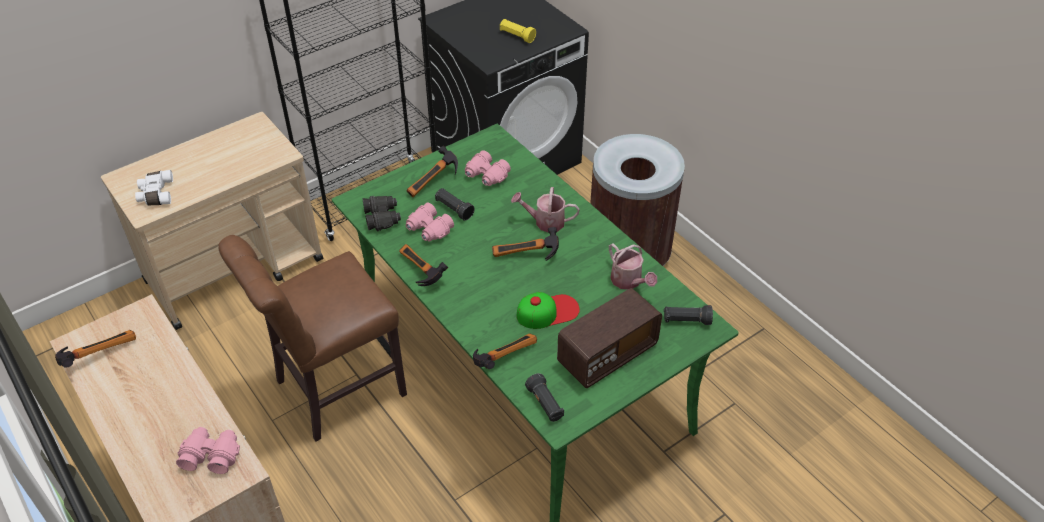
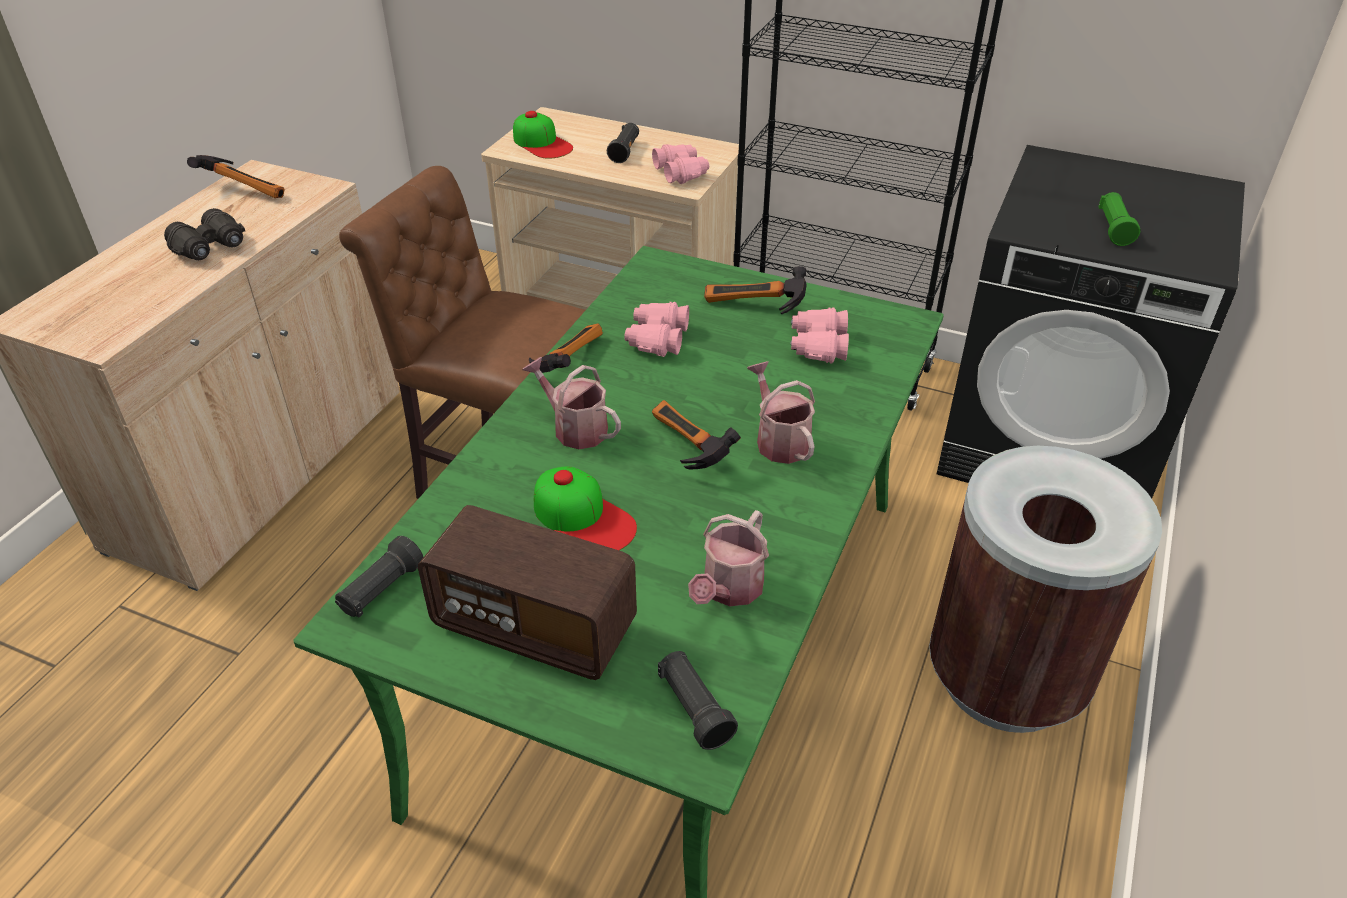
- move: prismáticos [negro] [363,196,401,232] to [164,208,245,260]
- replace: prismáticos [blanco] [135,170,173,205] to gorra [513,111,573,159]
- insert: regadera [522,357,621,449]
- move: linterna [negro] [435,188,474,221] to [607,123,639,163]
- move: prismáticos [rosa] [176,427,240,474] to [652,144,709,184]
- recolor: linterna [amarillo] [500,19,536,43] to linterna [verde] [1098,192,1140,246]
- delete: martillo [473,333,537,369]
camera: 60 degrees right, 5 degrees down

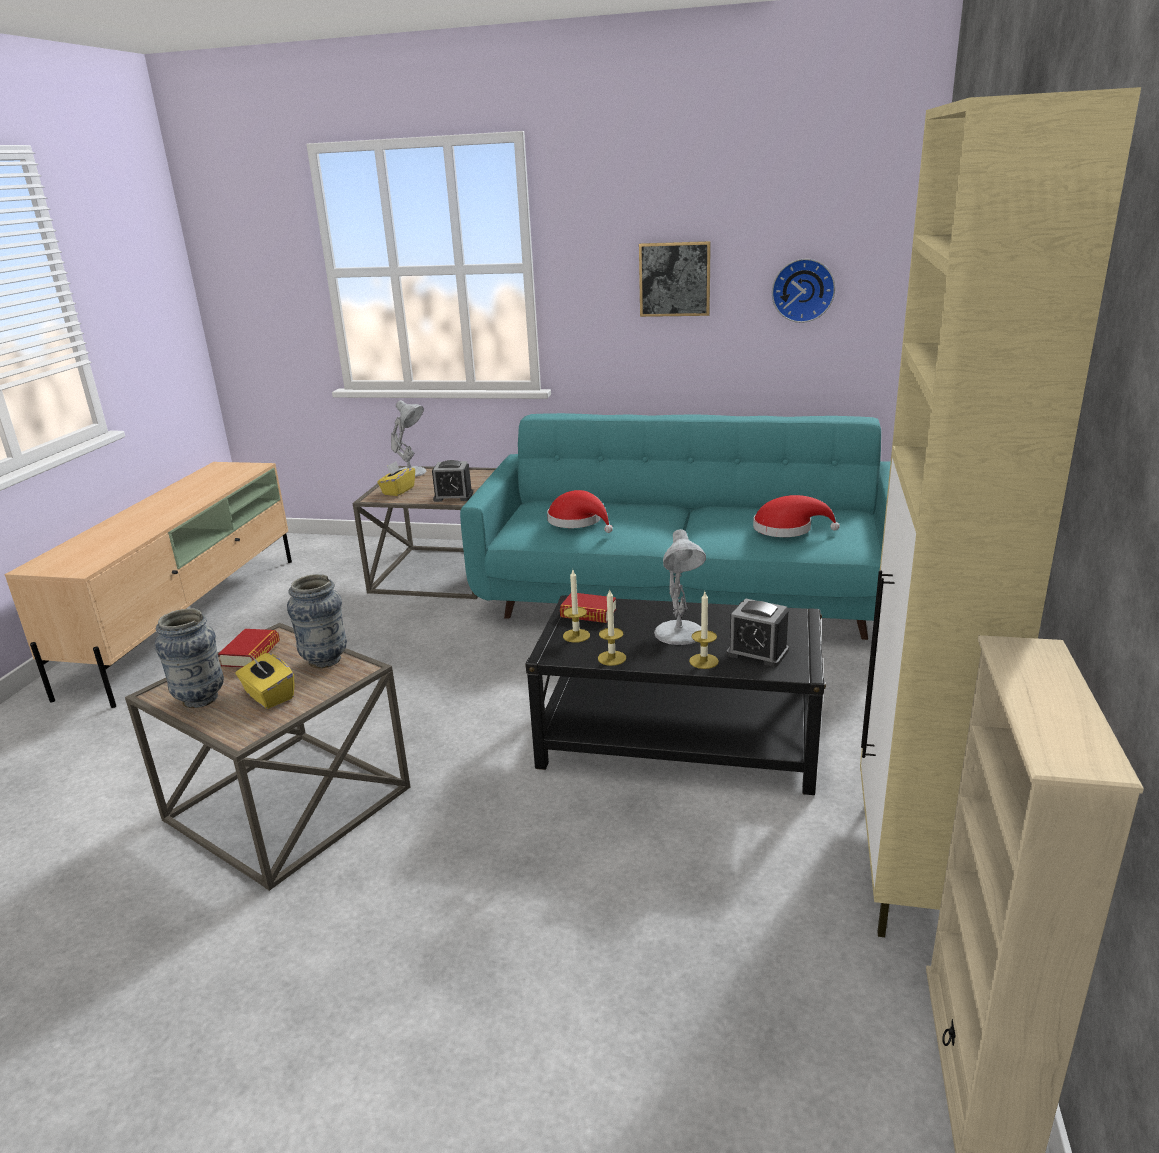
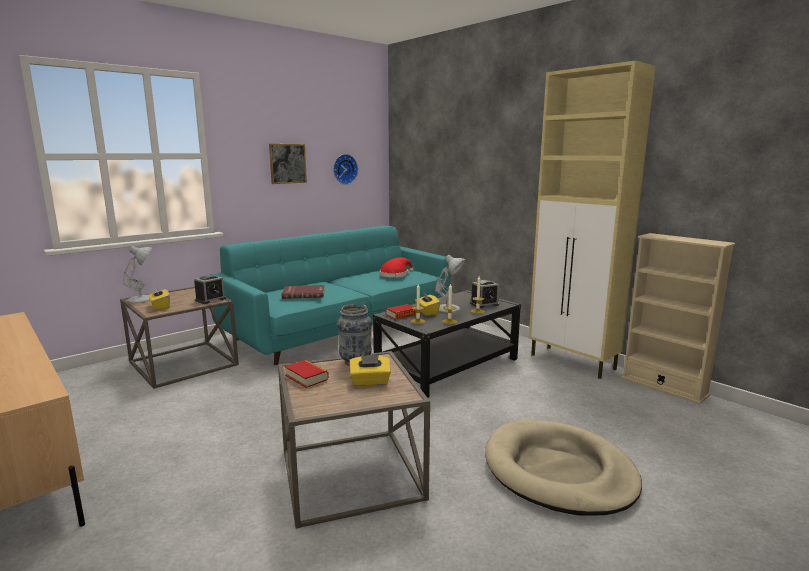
- replace: sombrero [rojo] [547,490,613,533] to libro [rojo] [282,285,325,299]
- insert: caja de pañuelos [amarillo] [415,292,440,316]
- insert: cama para perro [beis] [485,420,642,516]
- delete: florero [155,609,224,708]
camera: 55 degrees left, 10 degrees down

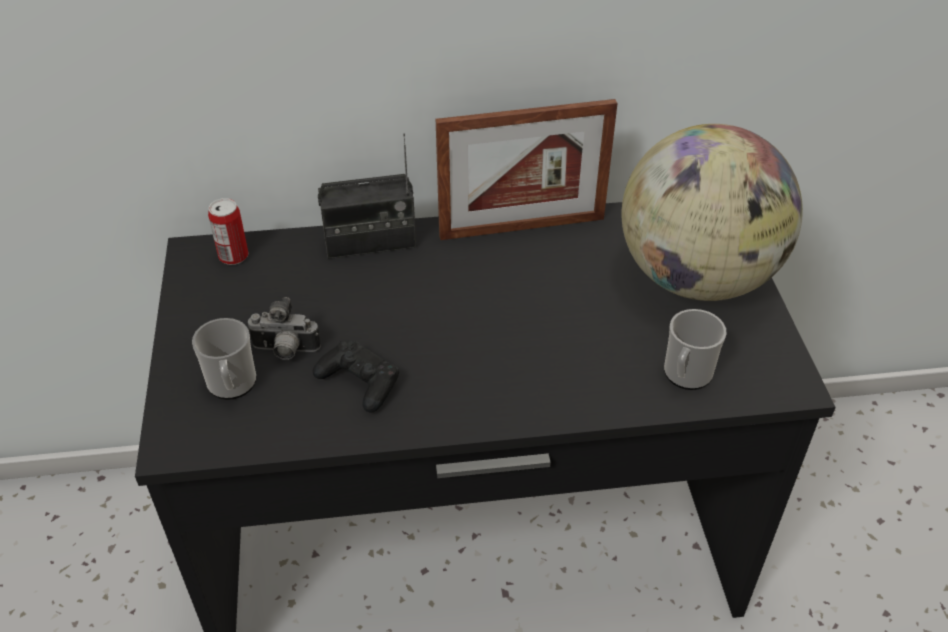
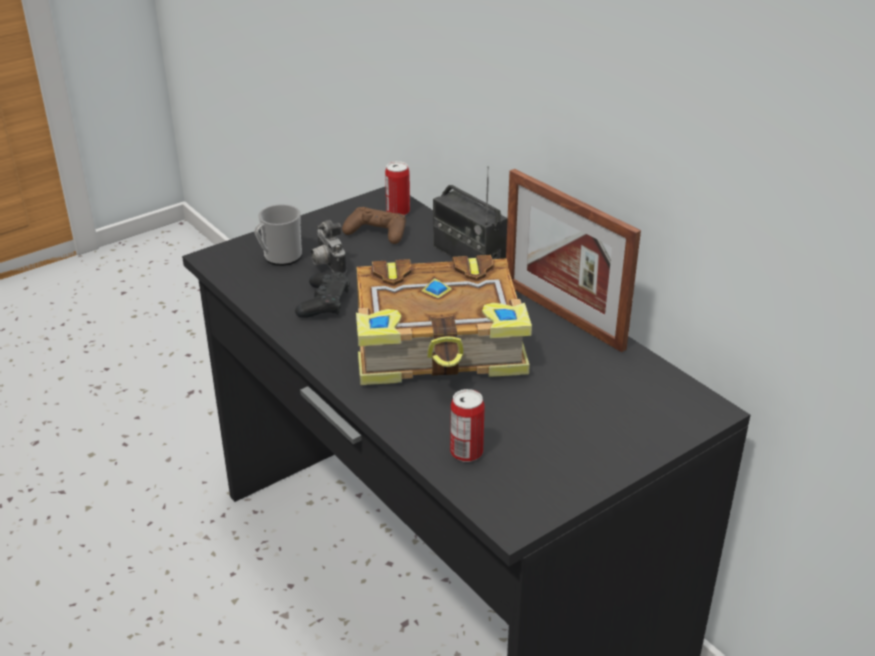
- insert: mando de consola [marrón] [342,207,406,244]
- insert: libro [356,255,532,385]
- replace: taza grande [664,309,726,390] to lata [450,389,485,462]
- delete: globo terráqueo [621,124,803,301]
camera: 60 degrees right, 10 degrees down

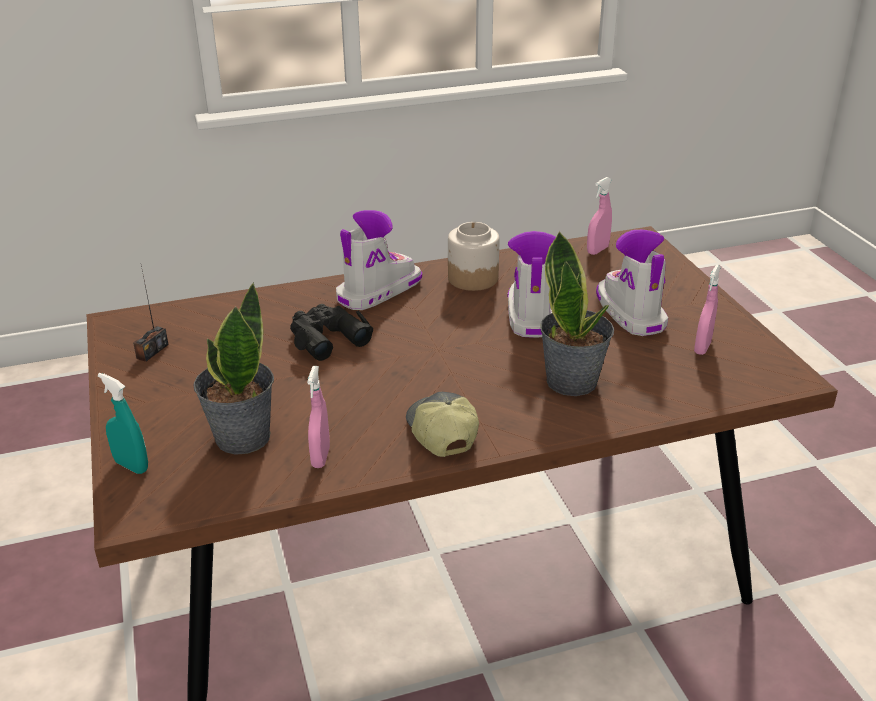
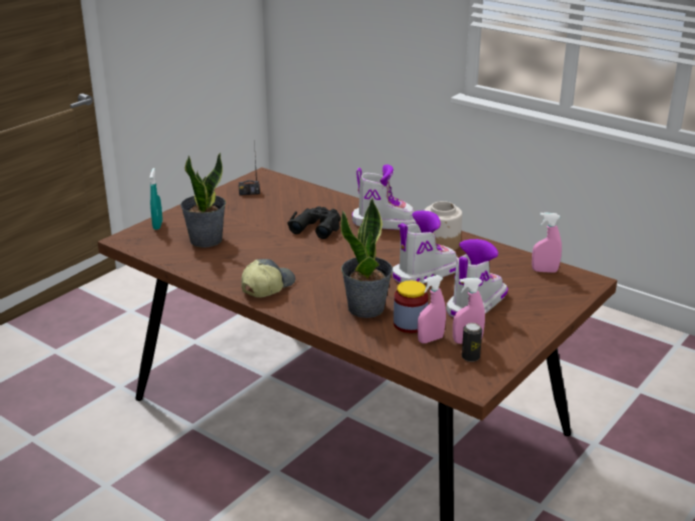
- insert: tarro [393,281,428,333]
- move: pulverizador [rosa] [307,366,330,468] to [417,275,446,343]
- insert: lata [462,323,482,362]
camera: 55 degrees right, 5 degrees down

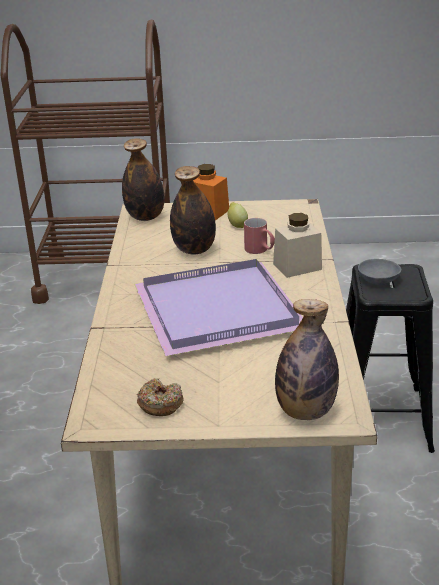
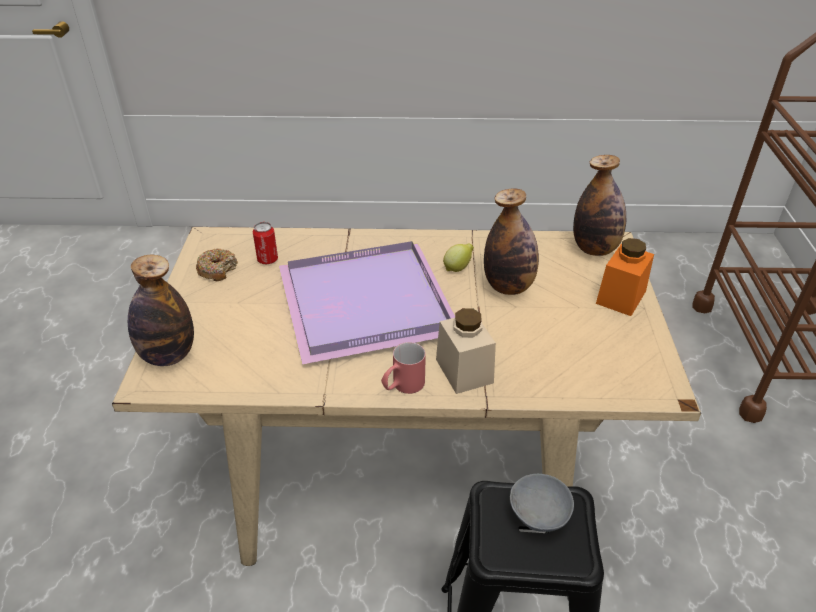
- insert: lata [253,222,278,264]
- move: taza grande [rojo] [244,218,275,254] to [381,342,426,394]
- move: limón [227,202,248,228] to [443,243,474,272]
camera: 90 degrees right, 10 degrees up

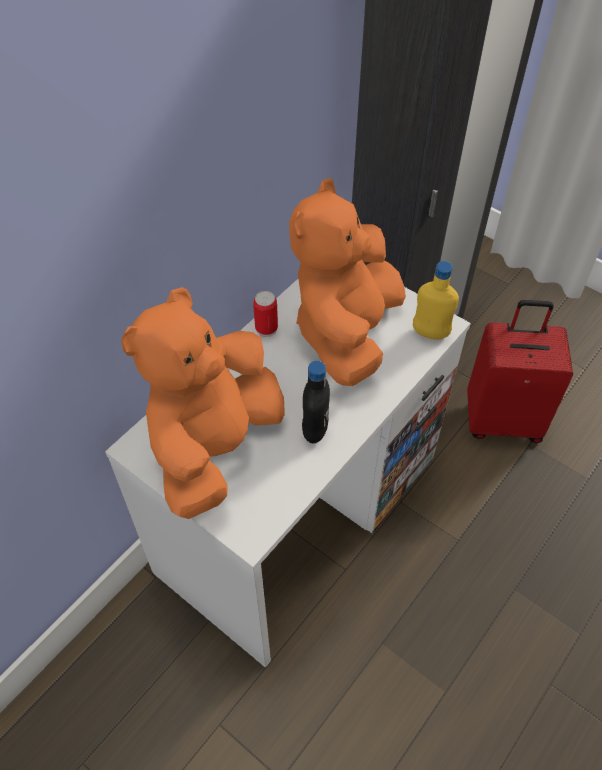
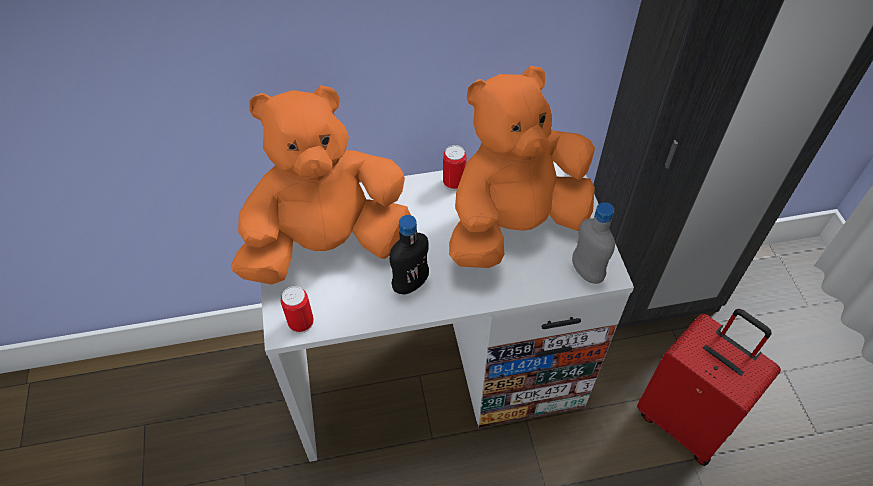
- insert: lata [281,286,314,333]
- recolor: botella [amarillo] [413,261,459,340] to botella [gris] [572,202,615,284]
camera: 40 degrees right, 0 degrees up

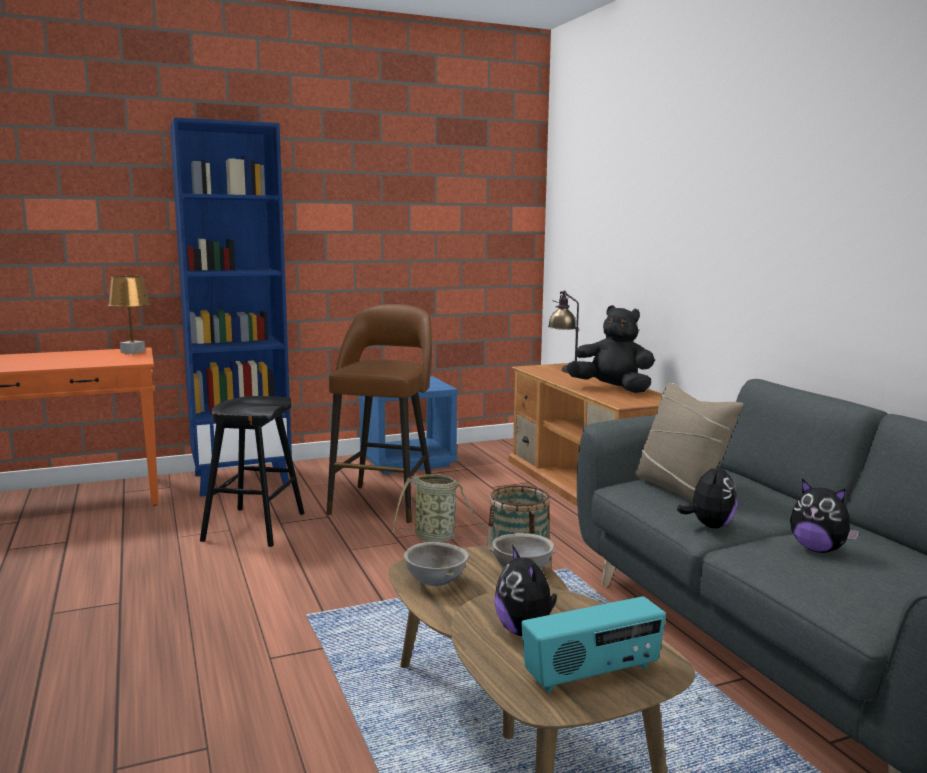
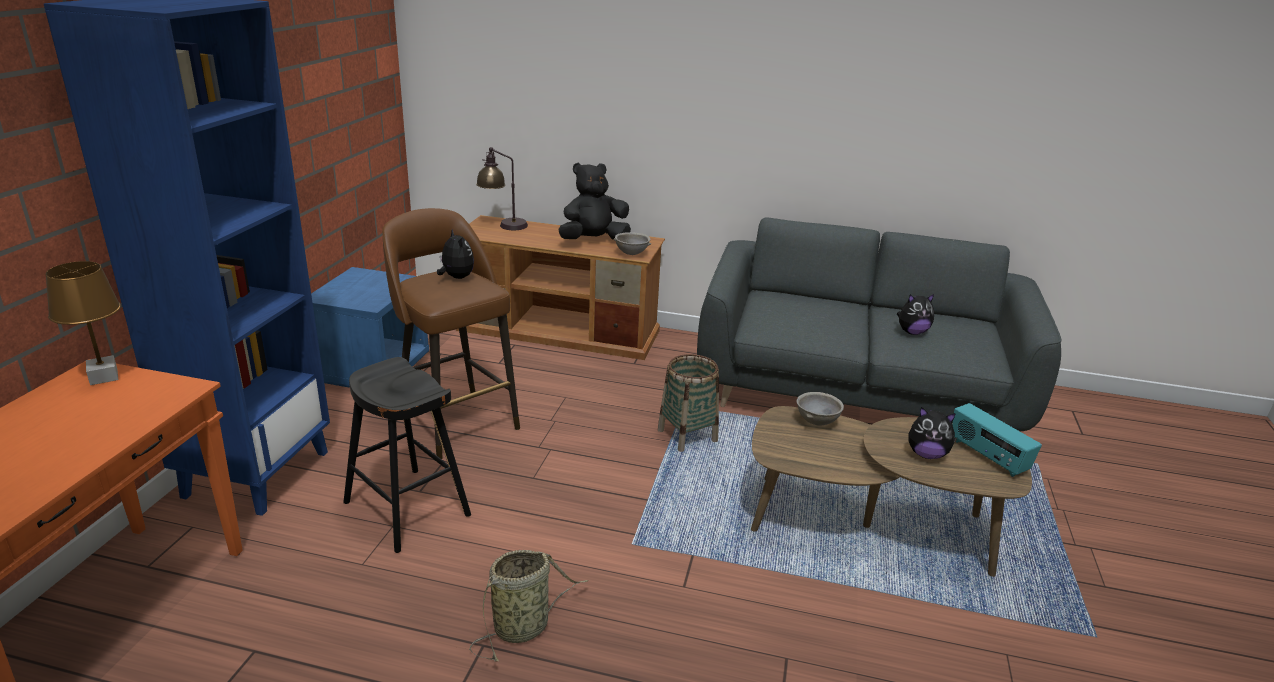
- move: peluche [677,460,737,528] to [437,228,474,279]
- move: cesta [391,474,488,542] to [469,550,588,662]
- move: cuenco [gris] [404,542,469,586] to [614,232,651,255]
- rotate: radio [521,596,666,693] = [952,403,1042,477] 135 degrees clockwise
- delete: cojín [beis] [634,382,744,503]
camera: 55 degrees left, 15 degrees up

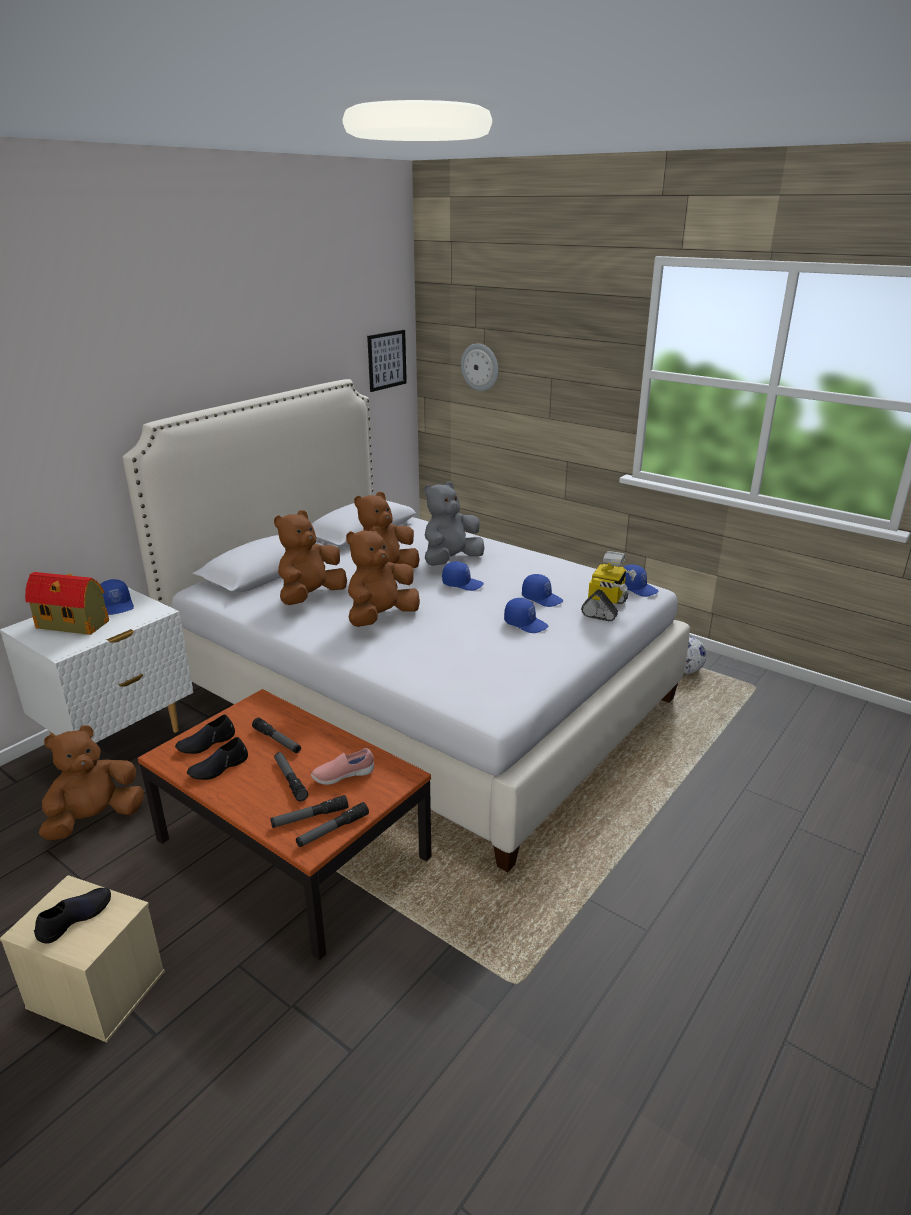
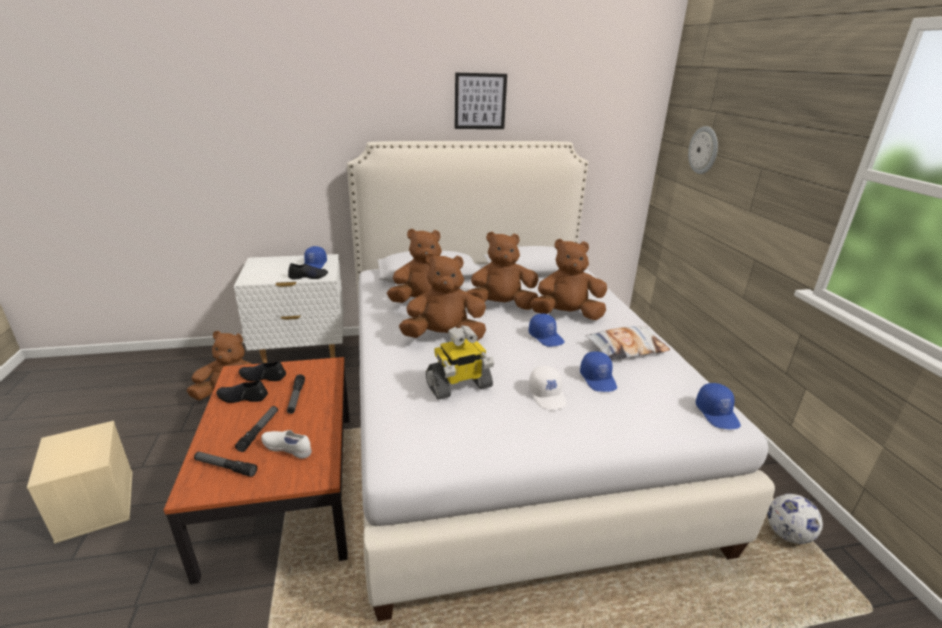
- recolor: zapato [rosa] [311,748,374,785] to zapato [blanco] [261,430,312,459]
- move: zapato [negro] [34,888,111,944] to [288,263,328,280]
- move: robot de juguete [581,551,636,622] to [426,325,494,400]
- move: cuadro [367,330,407,392] to [454,73,507,129]
- recolor: gorra [azul] [504,598,548,633] to gorra [blanco] [528,366,567,409]
- recolor: peluche [gris] [424,481,485,566] to peluche [marrón] [530,239,607,320]
- insert: cojín [585,326,670,360]
- delete: casita [25,572,109,635]
- delete: linterna [296,802,369,847]
camera: 40 degrees right, 0 degrees up

